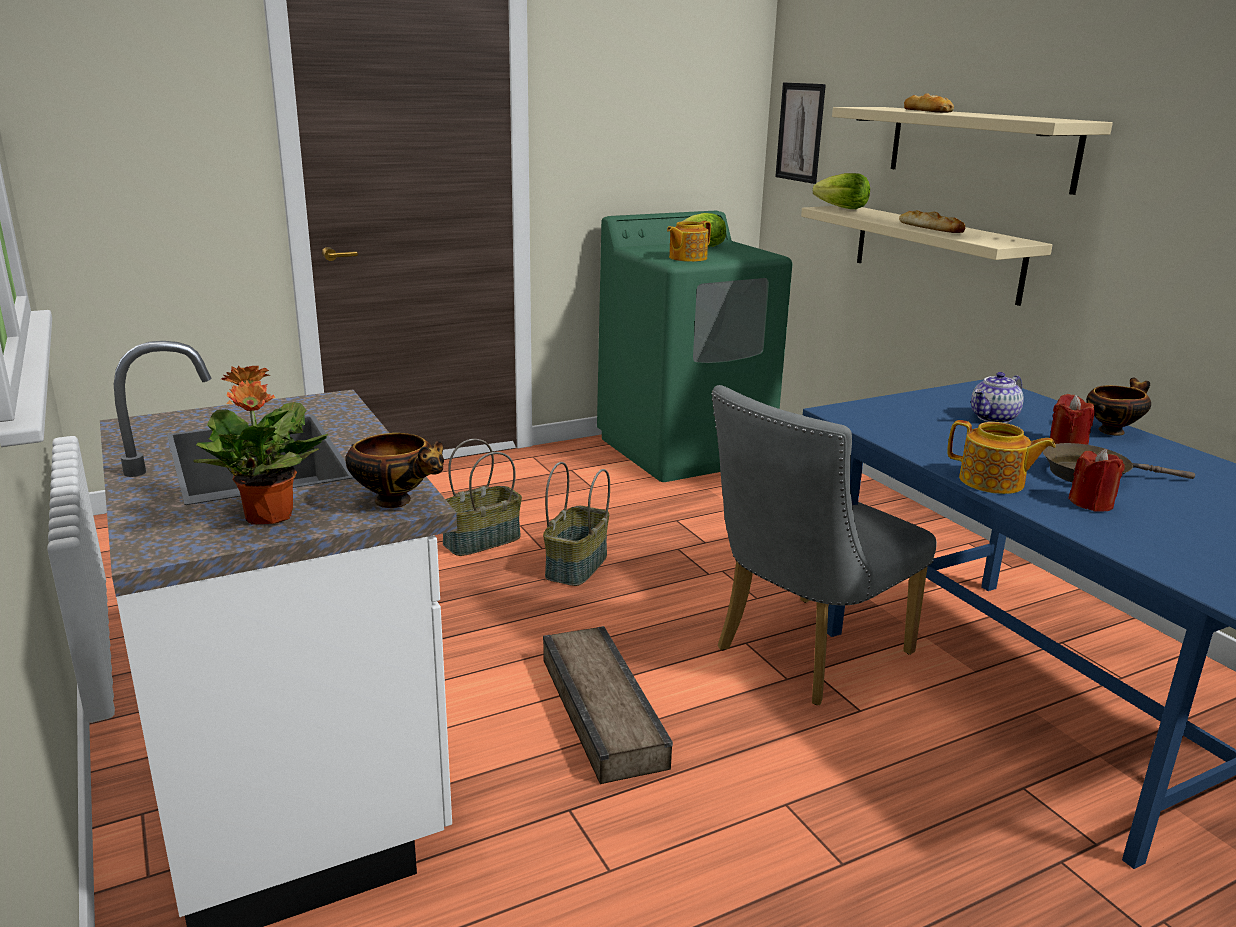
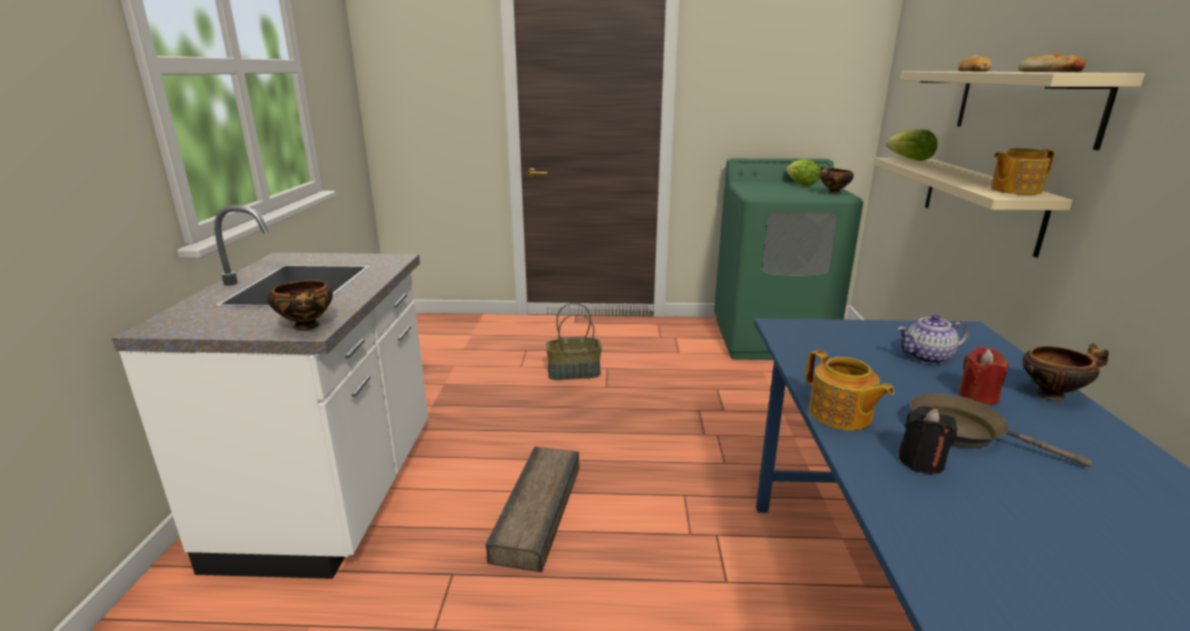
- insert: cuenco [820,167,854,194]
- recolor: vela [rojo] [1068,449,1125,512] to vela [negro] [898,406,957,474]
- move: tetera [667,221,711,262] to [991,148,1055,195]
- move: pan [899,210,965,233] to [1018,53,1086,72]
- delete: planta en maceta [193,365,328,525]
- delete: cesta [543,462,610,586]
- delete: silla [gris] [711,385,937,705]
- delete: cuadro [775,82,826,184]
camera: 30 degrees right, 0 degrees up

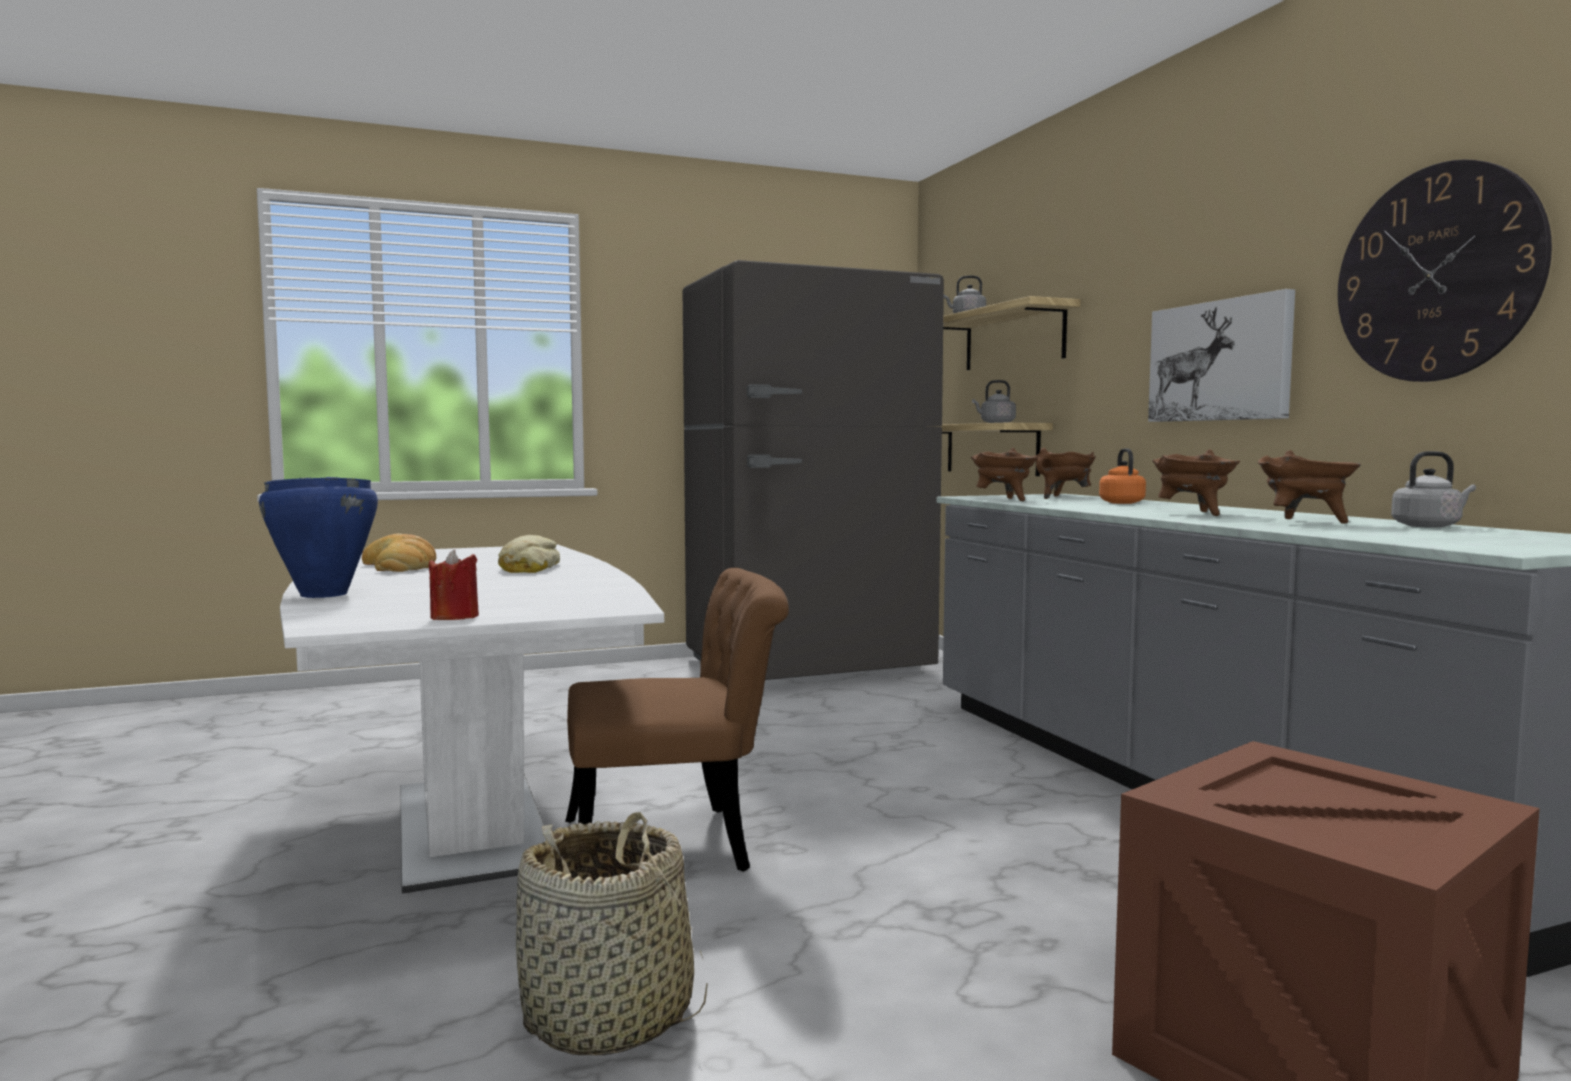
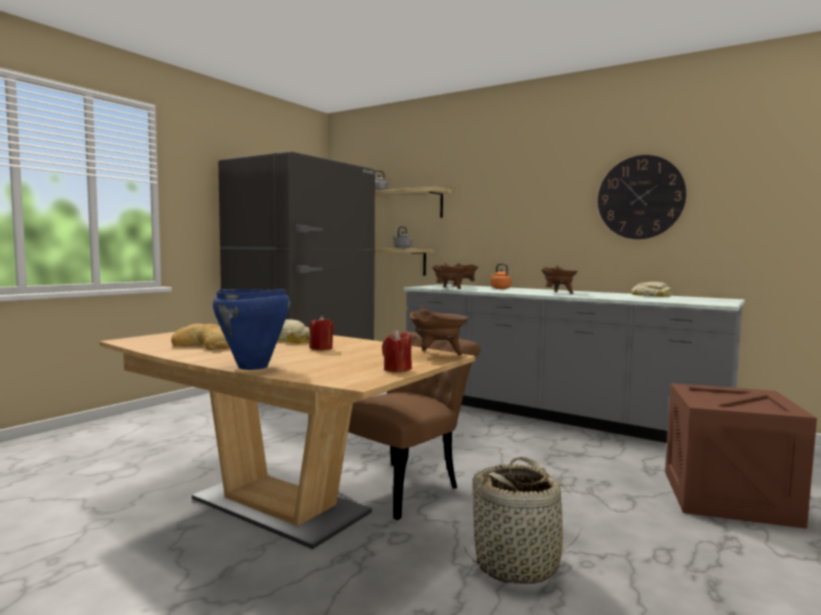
- recolor: mesa de comedor [blanco] [280,544,664,893] to mesa de comedor [marrón] [99,332,475,549]
- insert: vela [rojo] [309,316,334,350]
- move: olla [marrón] [1258,450,1361,524] to [410,306,468,355]
- replace: hervidor [gris] [1391,451,1476,528] to pan [632,282,673,297]
- delete: cuadro [1148,289,1295,422]
camera: 35 degrees left, 0 degrees up

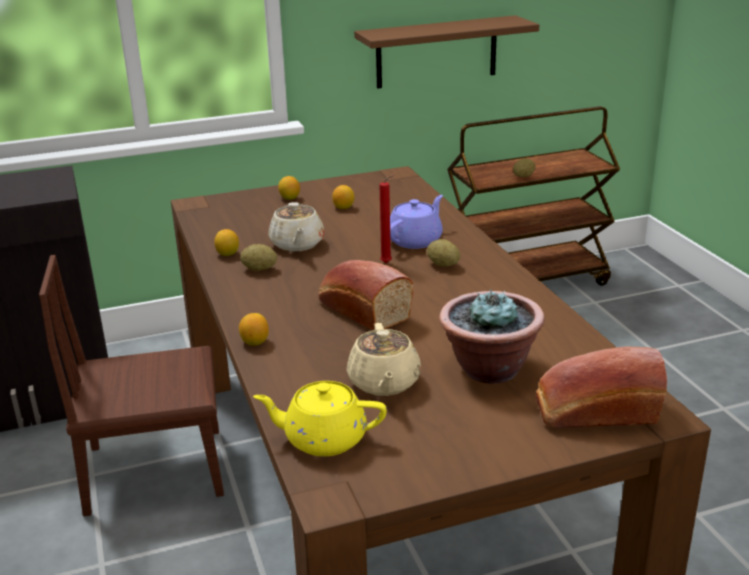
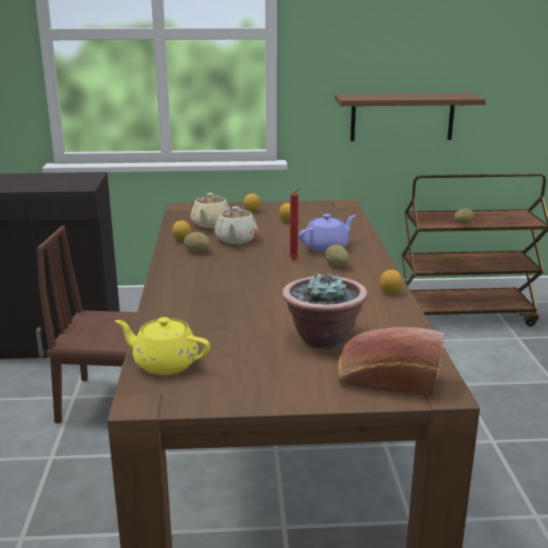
- move: tetera [beis] [347,323,421,396] to [190,193,230,228]
- move: limón [239,313,269,346] to [380,270,403,294]
- delete: pan [318,260,414,330]
camera: 15 degrees right, 5 degrees down

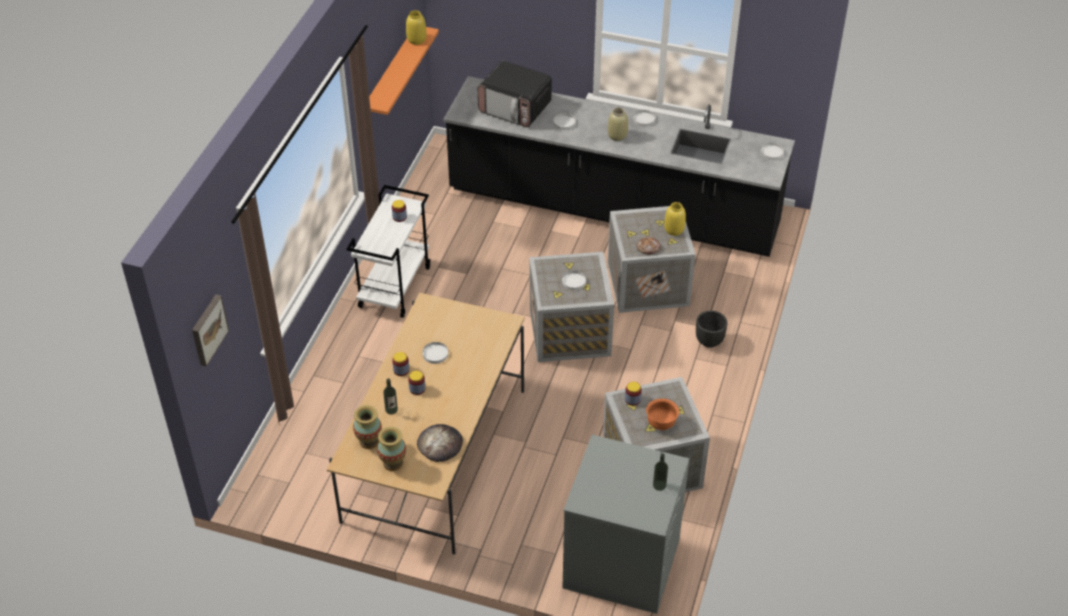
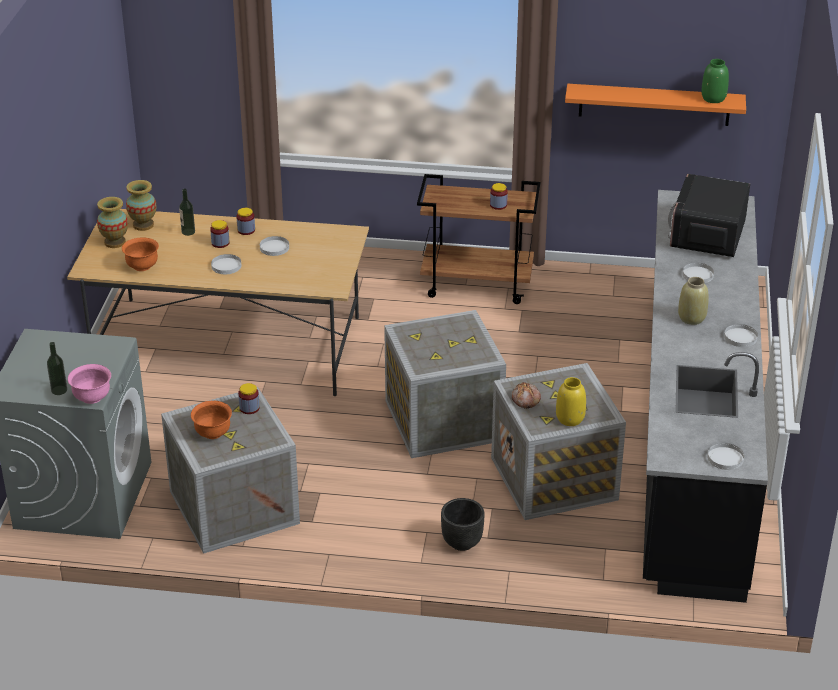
- insert: cuenco [rosa] [68,364,111,404]
- replace: pan [417,424,463,462] to cuenco [naranja] [122,238,159,271]
- move: plato [blanco] [562,271,586,290] to [211,254,241,274]
- recolor: carrito [blanco] [347,185,431,318] to carrito [marrón] [417,174,541,304]
- recolor: florero [amarillo] [406,10,427,45] to florero [verde] [701,59,729,103]
- delete: cuadro [192,294,229,367]
camera: 80 degrees right, 10 degrees down

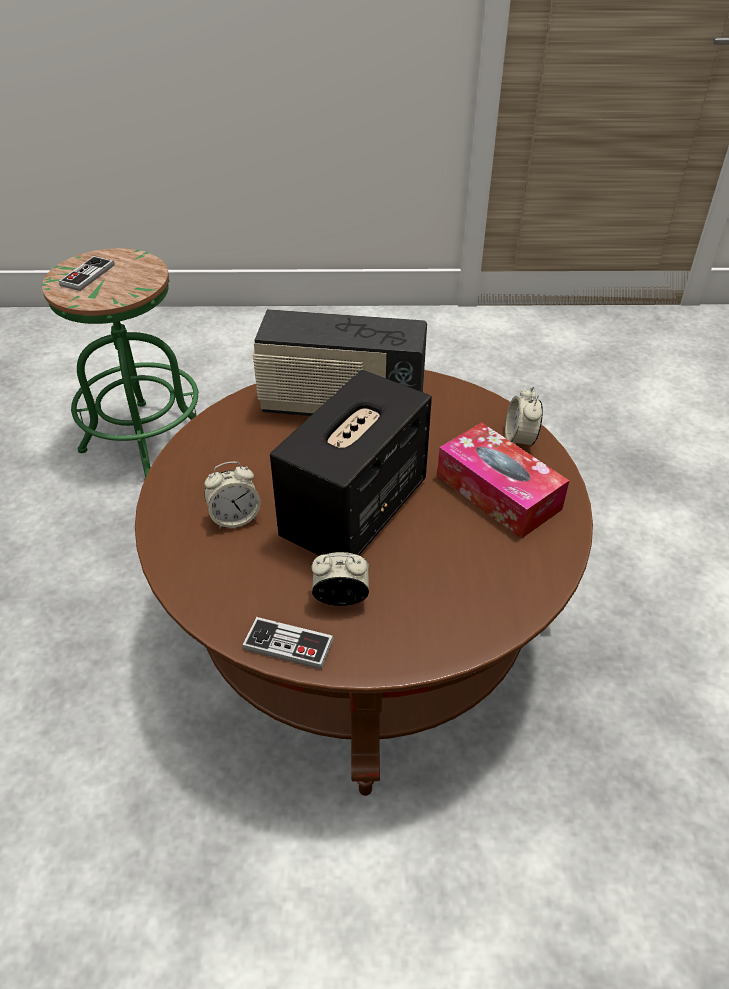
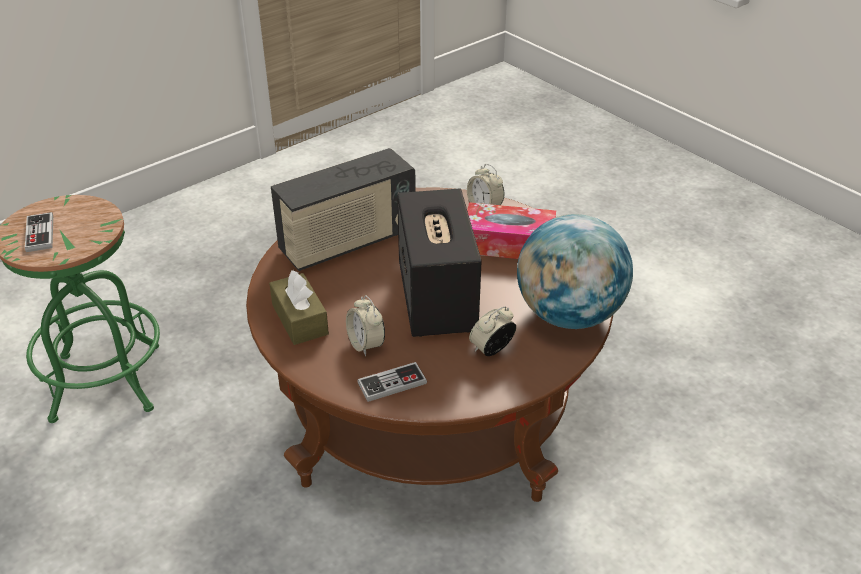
- insert: caja de pañuelos [marrón] [269,270,329,345]
- rotate: despertador [204,462,261,529] = [346,295,385,356] 120 degrees clockwise
- move: mando de consola [242,617,334,670] to [357,362,427,402]
- insert: globo terráqueo [517,214,633,329]
camera: 40 degrees left, 5 degrees down

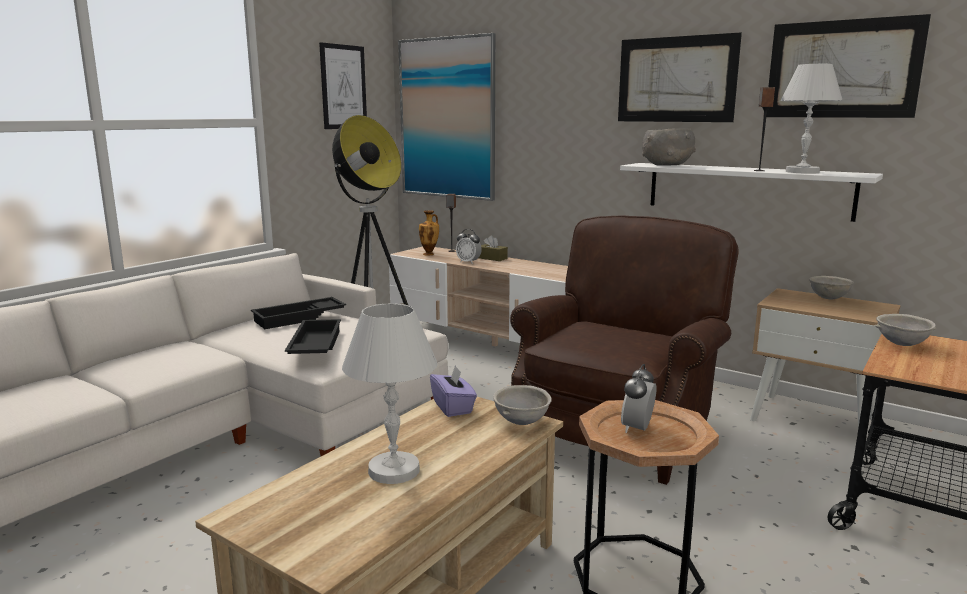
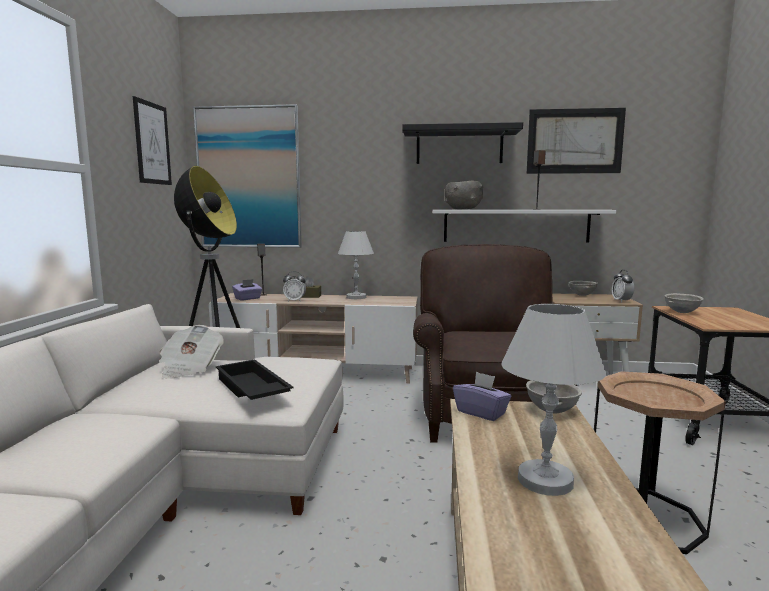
- replace: bandeja [negro] [251,297,346,329] to periódico [159,325,224,379]
- replace: florero [419,210,439,255] to caja de pañuelos [morado] [232,279,262,301]
- move: lámpara de mesa [blanco] [780,64,843,174] to [338,231,374,299]
- replace: cuadro [618,32,742,122] to estante [negro] [402,122,523,164]
- move: despertador [621,364,657,433] to [612,270,634,303]
camera: 30 degrees left, 5 degrees down

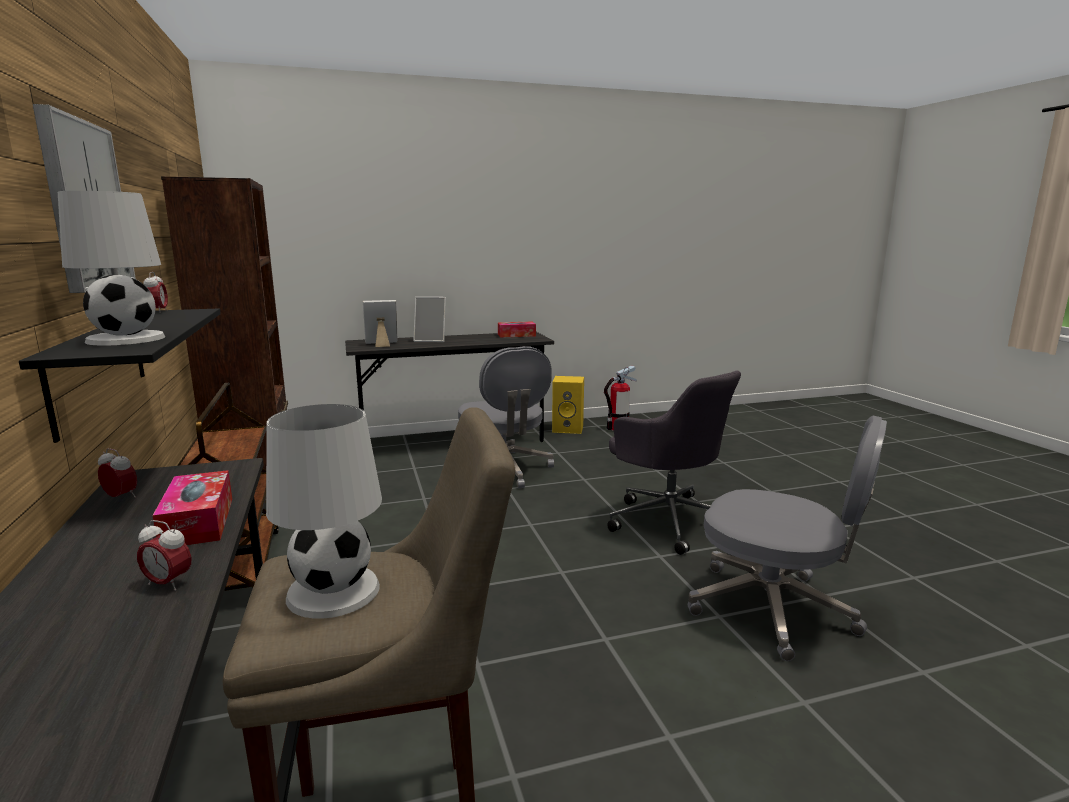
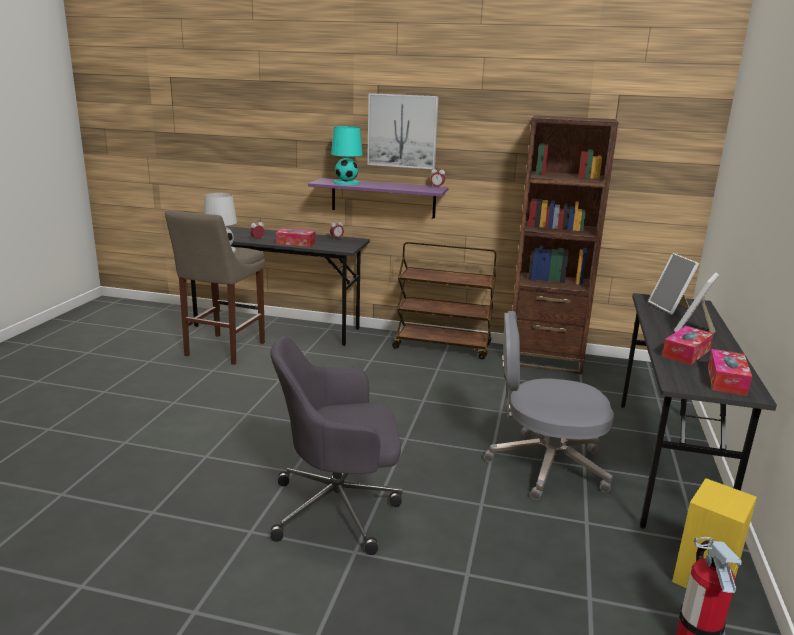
- recolor: estante [negro] [19,308,221,443] to estante [morado] [308,178,449,218]
- recolor: lámpara de mesa [blanco] [58,191,166,346] to lámpara de mesa [turquesa] [331,126,363,185]
- rotate: portarretratos [363,300,398,347] = [648,253,699,315] 150 degrees clockwise
- insert: caja de pañuelos [662,326,714,365]
- delete: silla de oficina [gris] [688,416,887,661]
camera: 120 degrees right, 5 degrees up

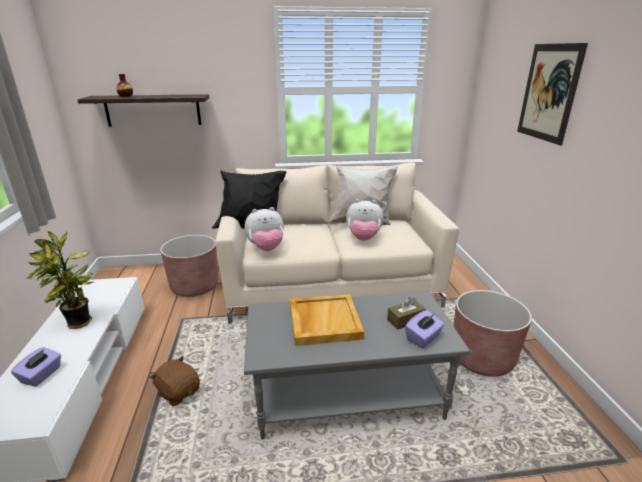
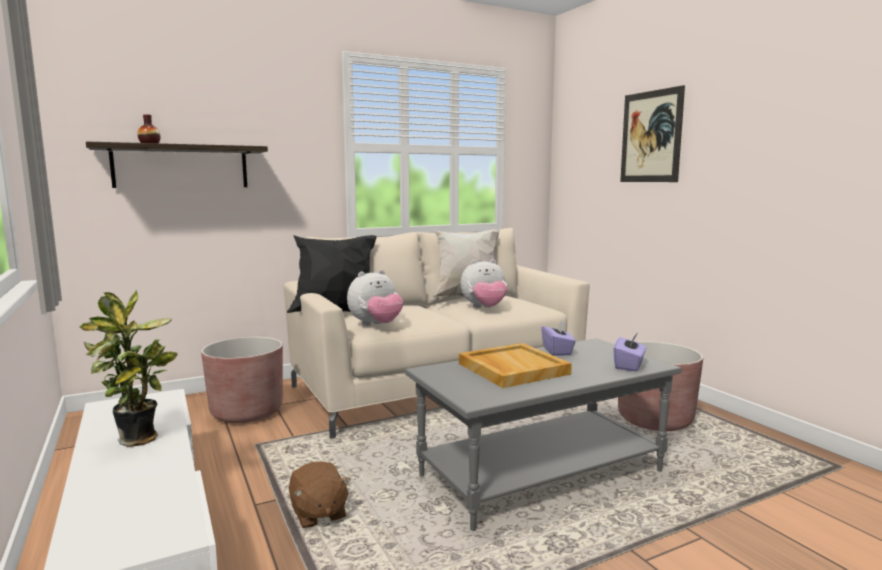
- rotate: peluche [marrón] [150,356,200,406] = [289,461,351,528] 135 degrees counterclockwise
- move: caja de pañuelos [morado] [11,347,61,387] to [541,321,576,356]
- delete: caja de pañuelos [marrón] [387,297,426,330]
camera: 20 degrees left, 15 degrees down

